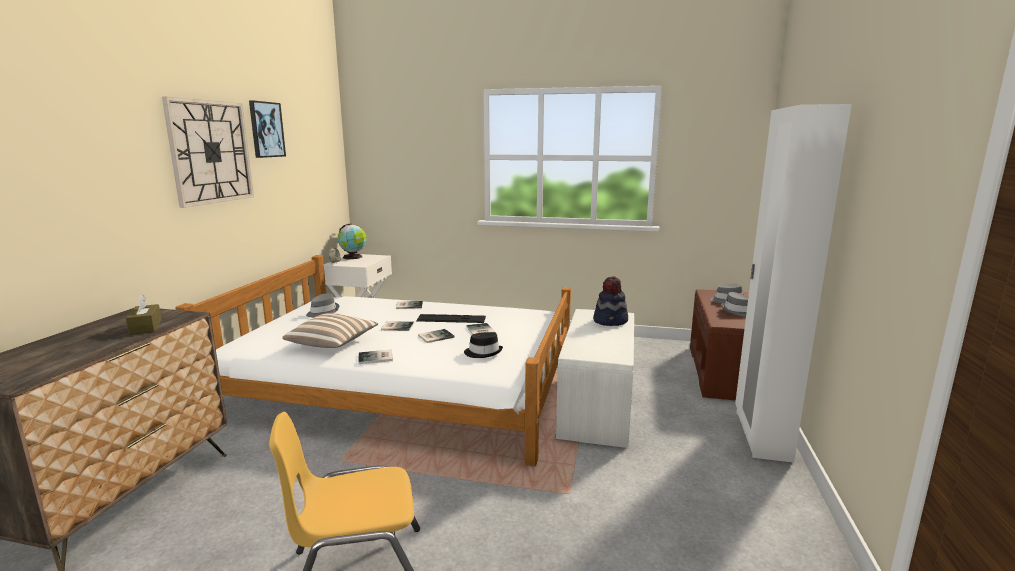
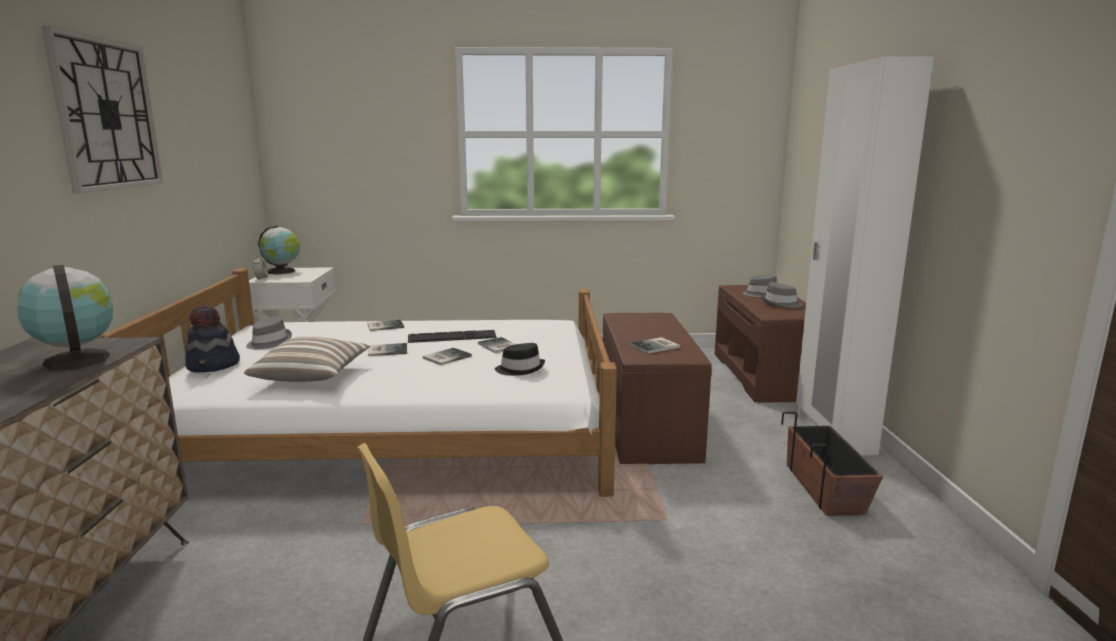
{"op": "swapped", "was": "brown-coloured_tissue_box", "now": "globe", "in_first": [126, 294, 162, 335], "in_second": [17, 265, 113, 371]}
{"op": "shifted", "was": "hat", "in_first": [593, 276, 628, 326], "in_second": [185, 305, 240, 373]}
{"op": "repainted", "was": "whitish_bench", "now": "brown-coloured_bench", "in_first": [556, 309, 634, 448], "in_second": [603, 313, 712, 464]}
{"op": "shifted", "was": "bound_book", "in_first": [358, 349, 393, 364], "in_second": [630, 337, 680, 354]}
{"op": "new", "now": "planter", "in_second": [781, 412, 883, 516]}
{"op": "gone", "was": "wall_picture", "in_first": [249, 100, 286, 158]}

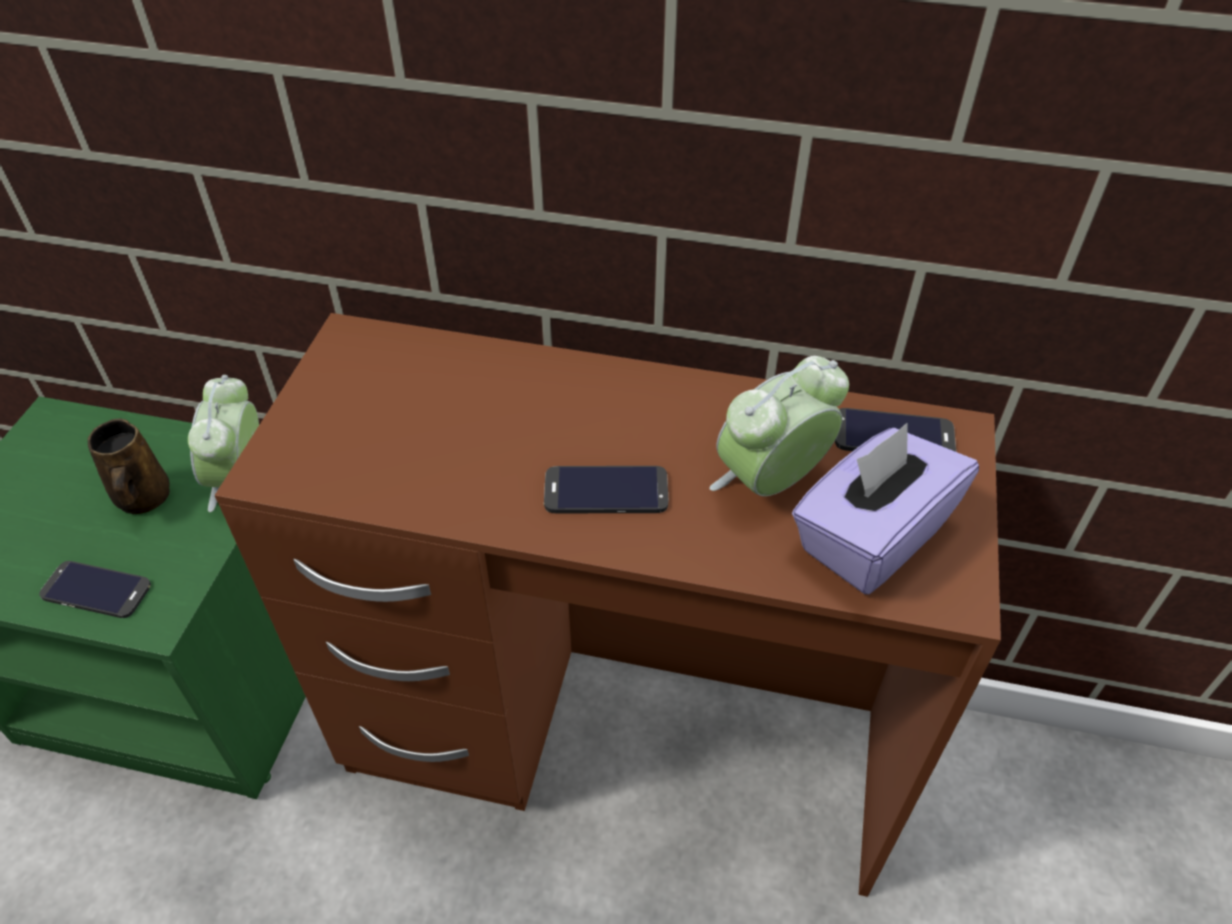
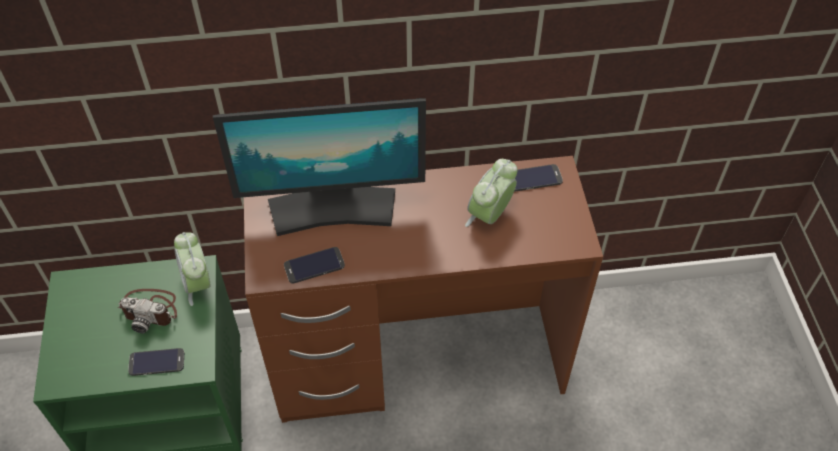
{"op": "swapped", "was": "brown-coloured_tea_mug", "now": "photo_camera", "in_first": [88, 419, 170, 514], "in_second": [118, 289, 177, 333]}
{"op": "new", "now": "monitor", "in_second": [213, 98, 426, 236]}
{"op": "shifted", "was": "handset", "in_first": [544, 466, 668, 513], "in_second": [284, 247, 345, 283]}
{"op": "gone", "was": "purple-coloured_tissue_box", "in_first": [792, 423, 979, 594]}

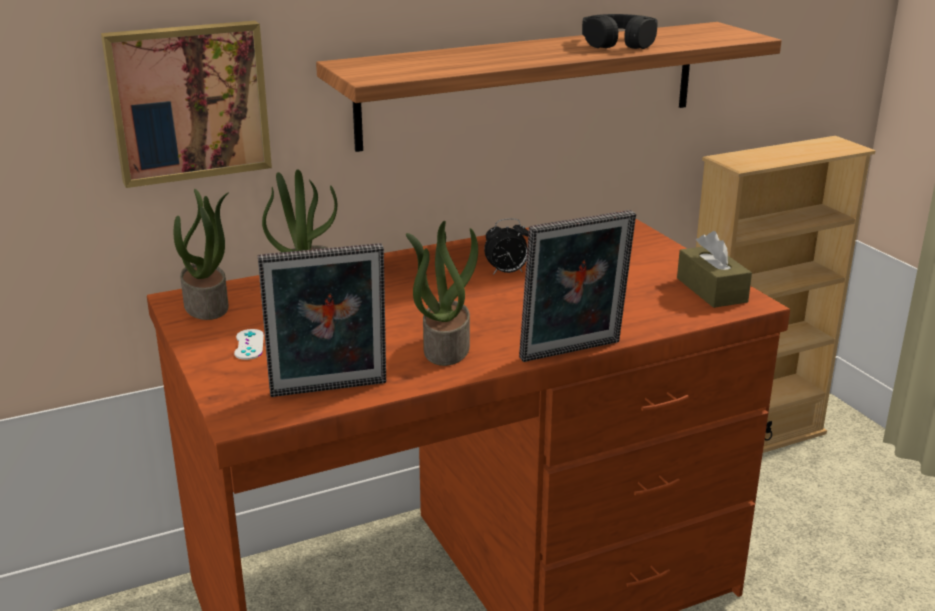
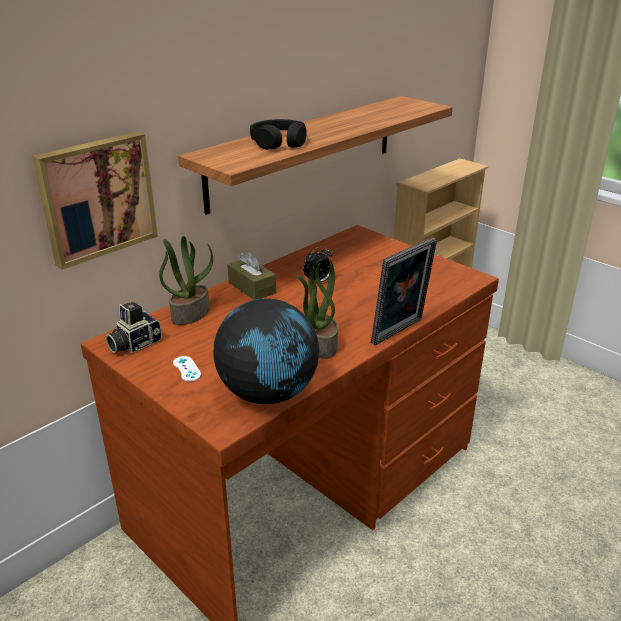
{"op": "swapped", "was": "houseplant", "now": "photo_camera", "in_first": [174, 189, 229, 320], "in_second": [105, 302, 162, 353]}
{"op": "swapped", "was": "picture_frame", "now": "globe", "in_first": [258, 243, 386, 397], "in_second": [213, 298, 319, 404]}
{"op": "shifted", "was": "brown-coloured_tissue_box", "in_first": [677, 231, 752, 308], "in_second": [227, 251, 276, 300]}
{"op": "shifted", "was": "black_pair_of_headphones", "in_first": [582, 14, 658, 49], "in_second": [250, 119, 307, 150]}

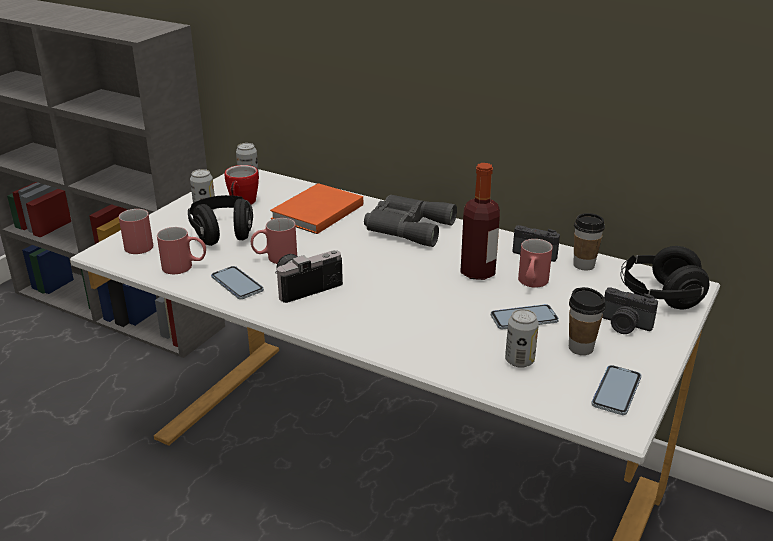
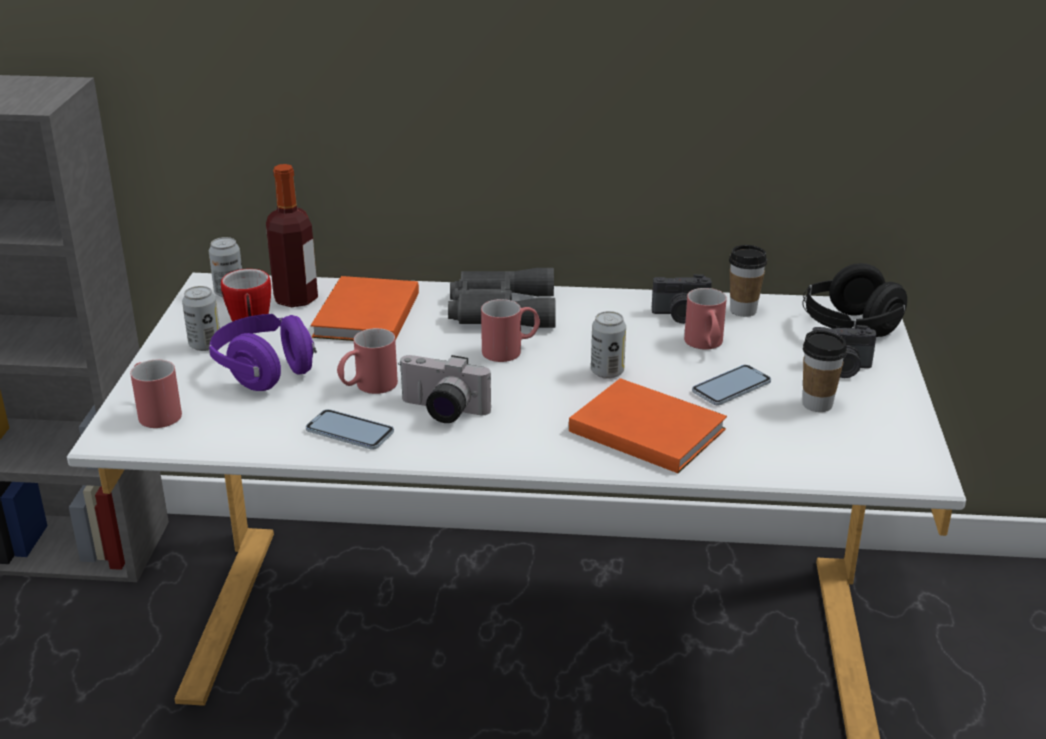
{"op": "repainted", "was": "black_pair_of_headphones", "now": "purple-coloured_pair_of_headphones", "in_first": [188, 195, 253, 246], "in_second": [209, 314, 317, 391]}
{"op": "shifted", "was": "drink_bottle", "in_first": [460, 163, 500, 280], "in_second": [266, 164, 318, 307]}
{"op": "rotated", "was": "photo_camera", "in_first": [276, 250, 343, 303], "in_second": [398, 355, 491, 423], "clockwise": -105}
{"op": "shifted", "was": "red-coloured_tea_mug", "in_first": [157, 227, 206, 274], "in_second": [481, 299, 540, 362]}
{"op": "new", "now": "orangey_bound_book", "in_second": [569, 378, 727, 473]}
{"op": "shifted", "was": "can", "in_first": [505, 309, 539, 368], "in_second": [591, 311, 626, 379]}
{"op": "gone", "was": "handset", "in_first": [591, 365, 642, 415]}

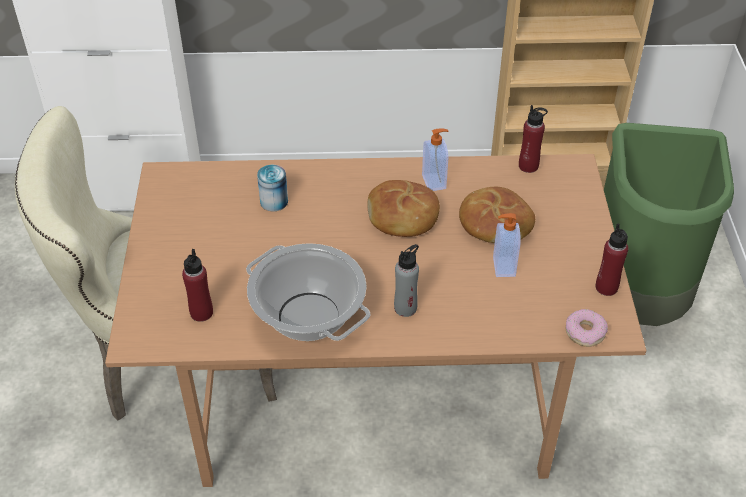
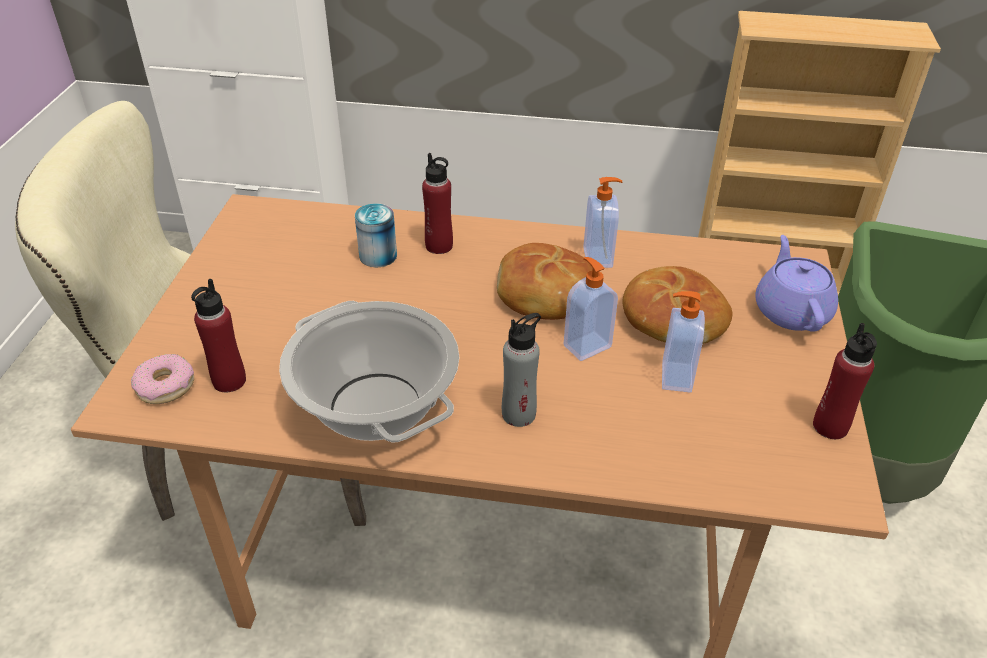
{"op": "shifted", "was": "doughnut", "in_first": [566, 309, 608, 347], "in_second": [131, 354, 194, 404]}
{"op": "shifted", "was": "red-coloured_drink_bottle", "in_first": [519, 105, 548, 173], "in_second": [422, 153, 453, 254]}
{"op": "new", "now": "soap_dispenser", "in_second": [564, 257, 618, 361]}
{"op": "new", "now": "purple-coloured_pot_for_tea", "in_second": [755, 235, 838, 332]}

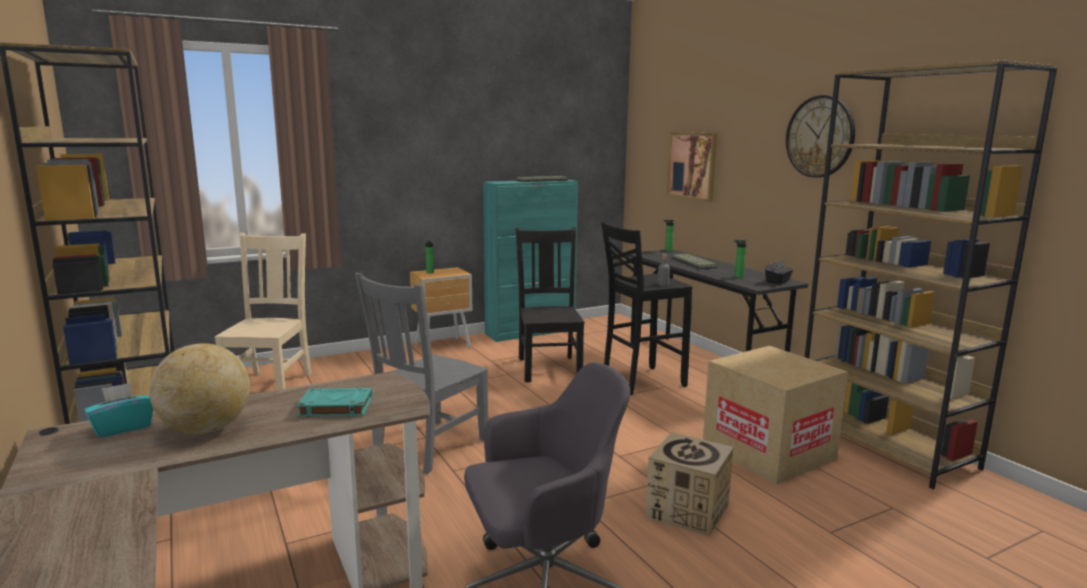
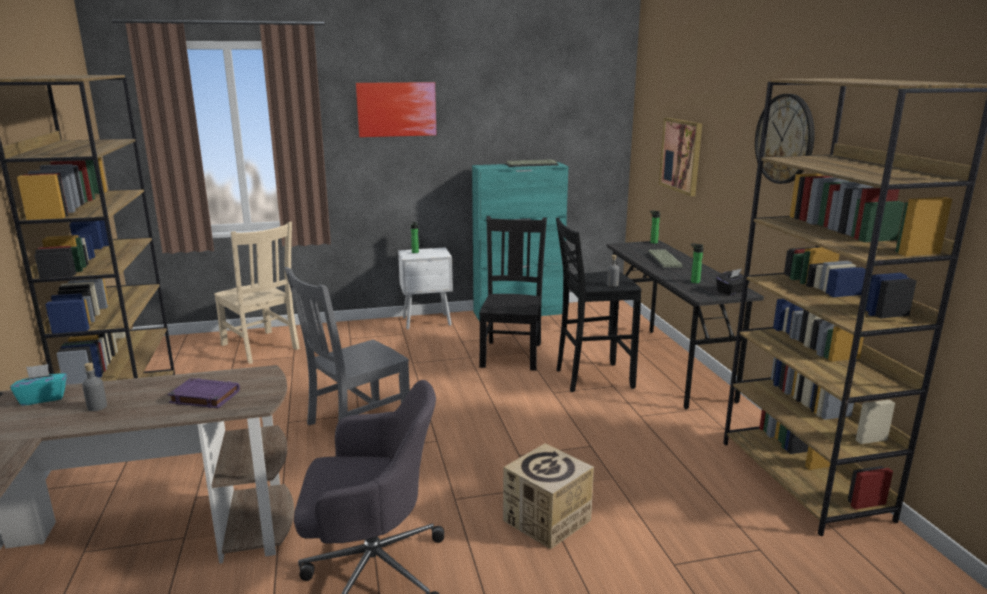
{"op": "swapped", "was": "globe", "now": "greyish_drink_bottle", "in_first": [149, 343, 250, 434], "in_second": [82, 363, 107, 411]}
{"op": "repainted", "was": "turquoise-coloured_bound_book", "now": "purple-coloured_bound_book", "in_first": [296, 387, 372, 417], "in_second": [168, 378, 240, 408]}
{"op": "rotated", "was": "beige-coloured_upright_chair", "in_first": [214, 233, 312, 390], "in_second": [214, 222, 300, 364], "clockwise": 120}
{"op": "new", "now": "wall_picture", "in_second": [356, 82, 436, 137]}
{"op": "repainted", "was": "brown-coloured_nightstand", "now": "whitish_nightstand", "in_first": [410, 267, 472, 348], "in_second": [398, 247, 453, 329]}
{"op": "gone", "was": "cardboard_box", "in_first": [703, 346, 848, 485]}

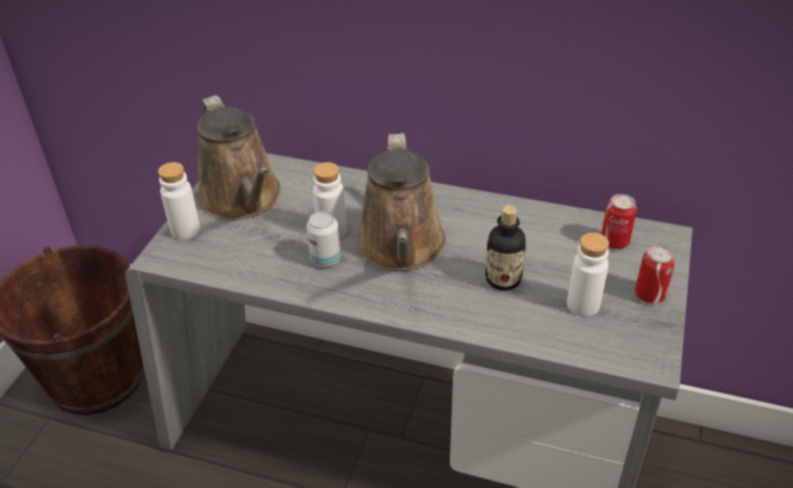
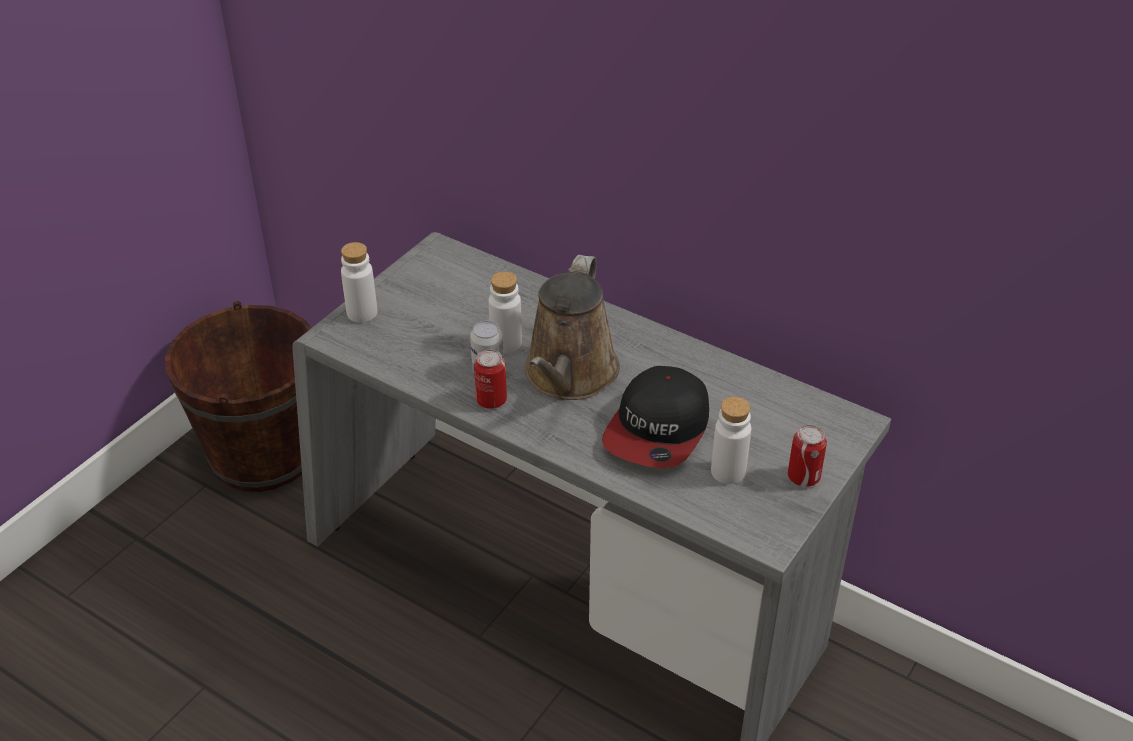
{"op": "shifted", "was": "can", "in_first": [601, 194, 637, 249], "in_second": [474, 350, 507, 409]}
{"op": "swapped", "was": "drink_bottle", "now": "cap", "in_first": [485, 205, 526, 291], "in_second": [602, 366, 709, 469]}
{"op": "gone", "was": "brown-coloured_sprinkling_can", "in_first": [197, 95, 280, 220]}

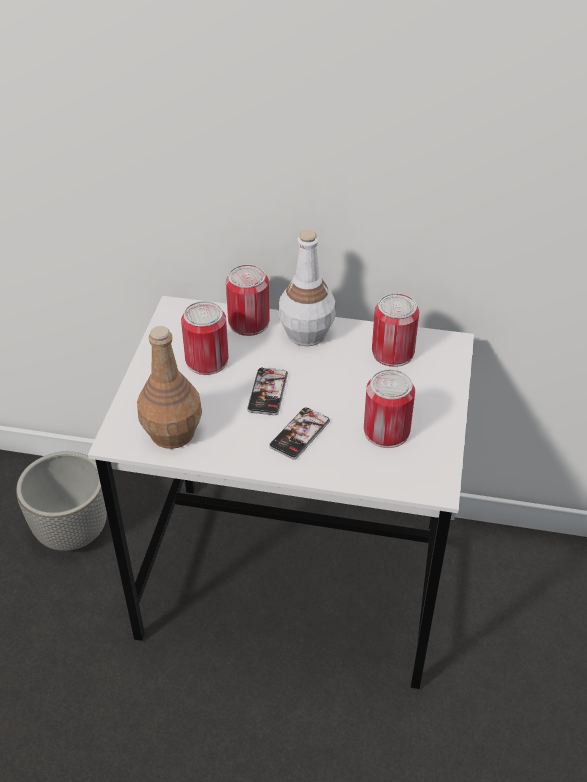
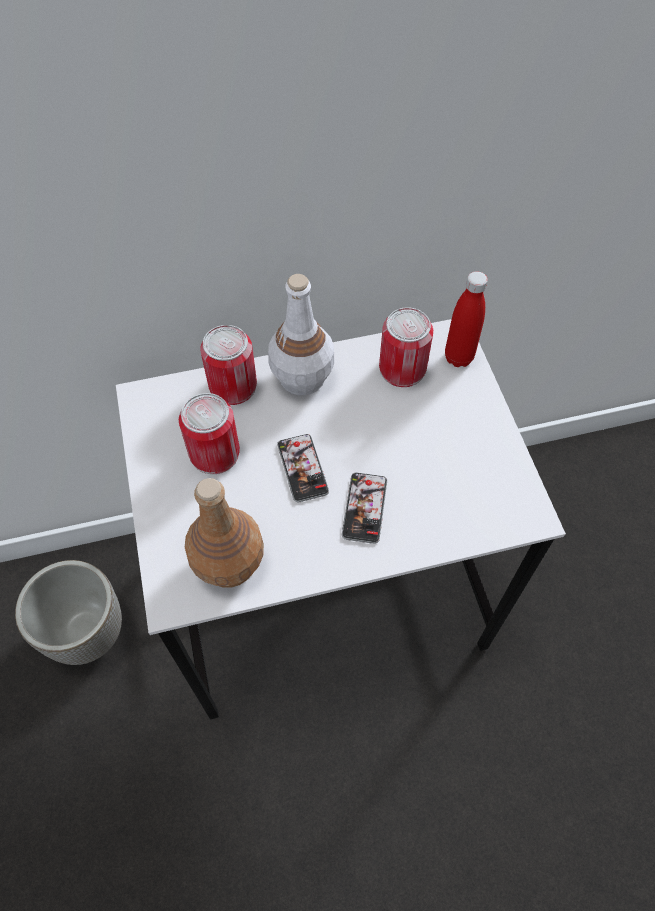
{"op": "new", "now": "red-coloured_drink_bottle", "in_second": [445, 271, 488, 367]}
{"op": "gone", "was": "can", "in_first": [364, 369, 415, 448]}

